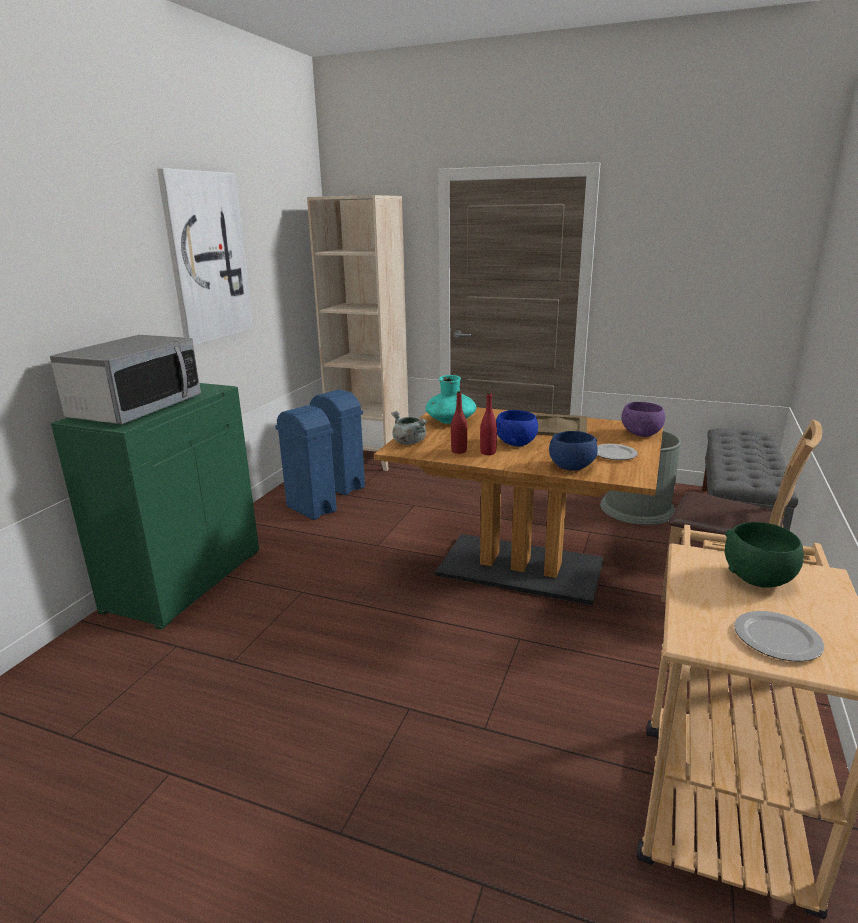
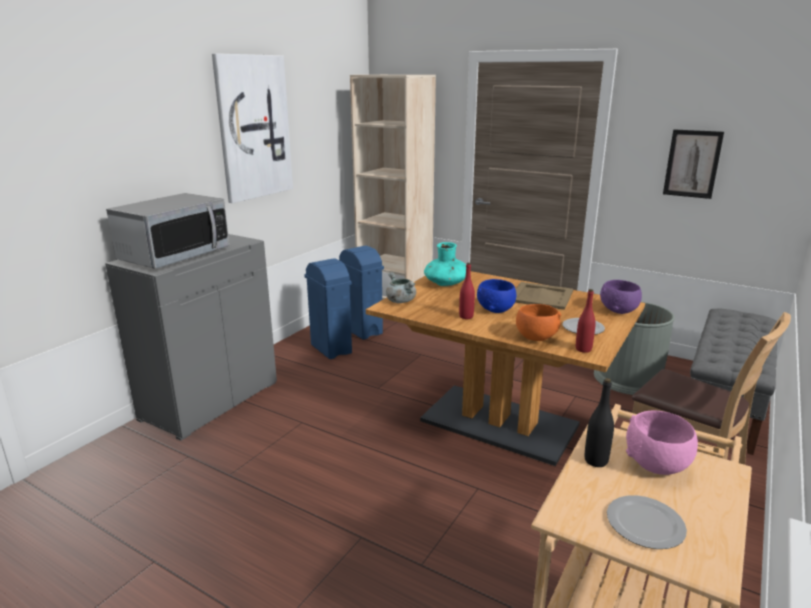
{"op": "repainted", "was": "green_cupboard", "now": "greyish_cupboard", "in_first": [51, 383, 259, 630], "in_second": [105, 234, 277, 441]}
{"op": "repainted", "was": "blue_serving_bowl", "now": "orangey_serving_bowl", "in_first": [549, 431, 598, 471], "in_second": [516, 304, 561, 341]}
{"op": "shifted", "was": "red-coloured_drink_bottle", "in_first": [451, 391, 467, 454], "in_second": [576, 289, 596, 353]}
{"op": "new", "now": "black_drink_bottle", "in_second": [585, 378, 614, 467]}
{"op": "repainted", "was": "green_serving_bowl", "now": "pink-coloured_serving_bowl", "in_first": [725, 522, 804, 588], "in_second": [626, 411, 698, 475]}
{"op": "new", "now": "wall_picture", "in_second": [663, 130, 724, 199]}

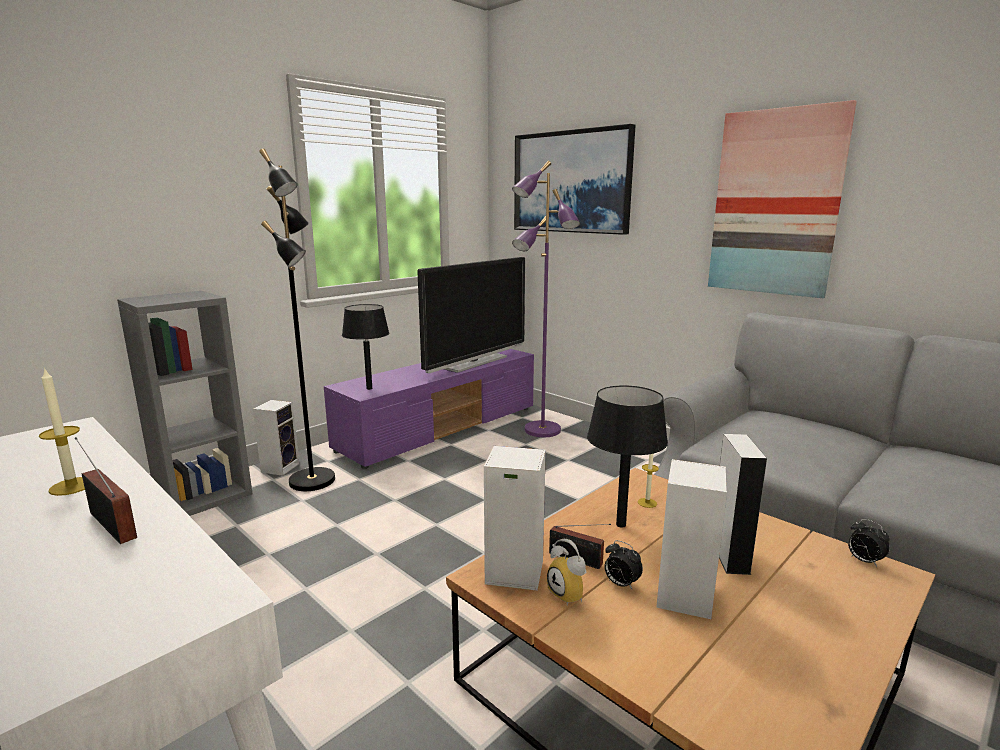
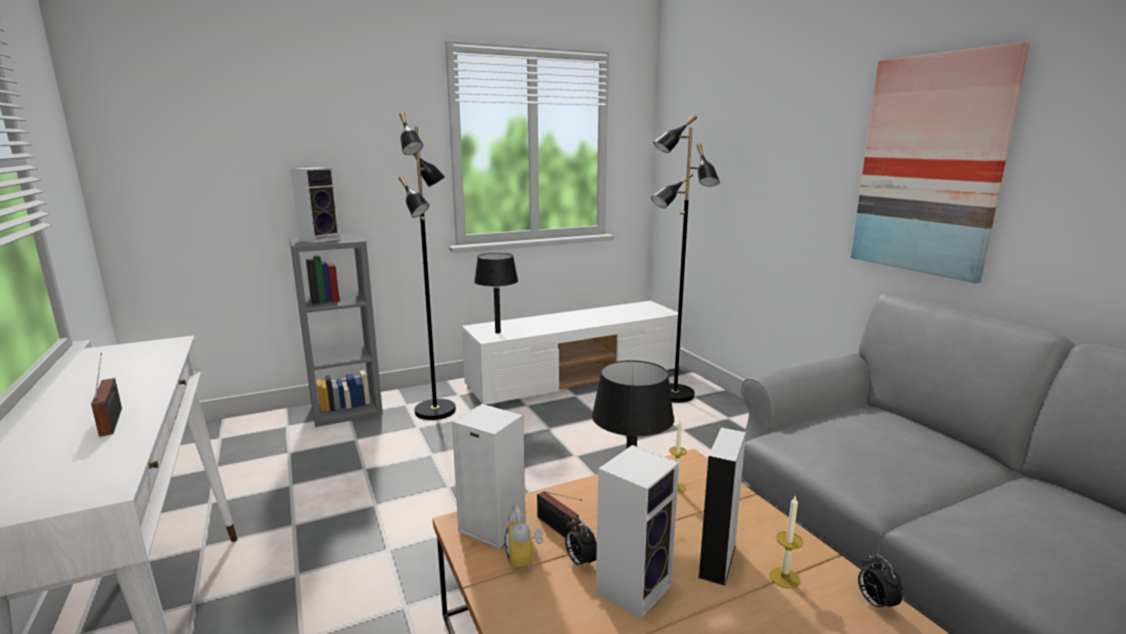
{"op": "shifted", "was": "speaker", "in_first": [253, 400, 299, 476], "in_second": [290, 167, 340, 243]}
{"op": "repainted", "was": "purple-coloured_tv_stand", "now": "whitish_tv_stand", "in_first": [324, 349, 534, 469], "in_second": [462, 301, 682, 406]}
{"op": "repainted", "was": "purple-coloured_standard_lamp", "now": "black_standard_lamp", "in_first": [512, 161, 580, 437], "in_second": [651, 114, 720, 403]}
{"op": "shifted", "was": "wax_candle", "in_first": [39, 367, 85, 496], "in_second": [769, 495, 803, 589]}
{"op": "gone", "was": "TV", "in_first": [417, 257, 525, 373]}
{"op": "gone", "was": "wall_picture", "in_first": [514, 124, 636, 235]}

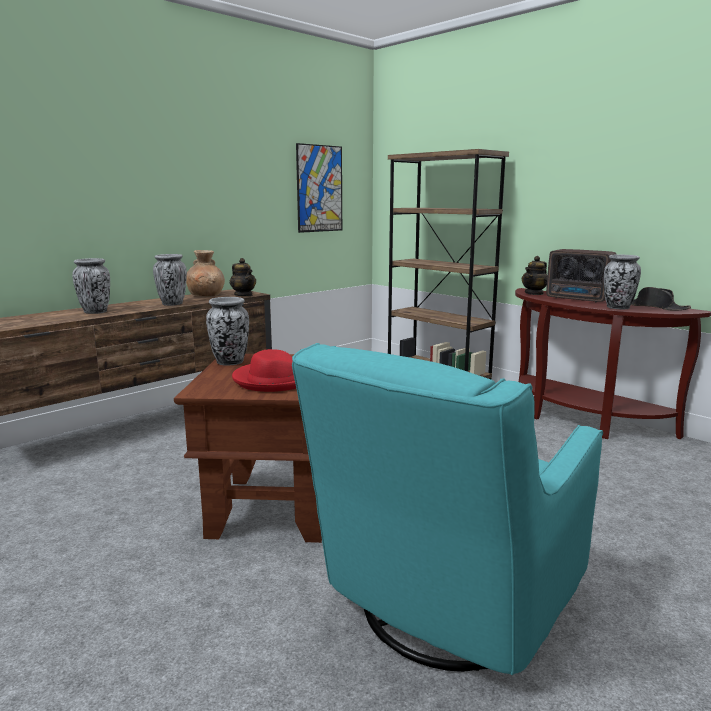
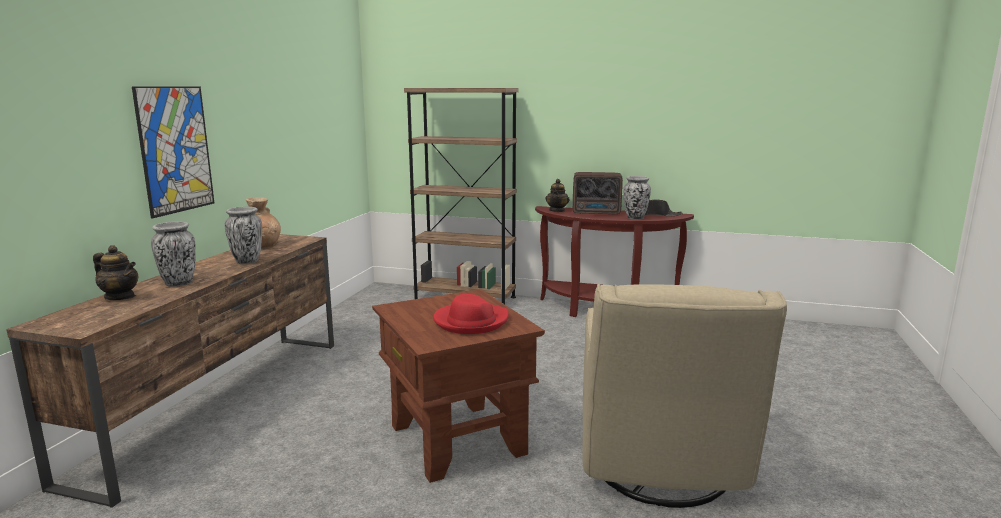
{"op": "shifted", "was": "pot_for_tea", "in_first": [230, 258, 256, 296], "in_second": [93, 245, 138, 300]}
{"op": "shifted", "was": "wall_picture", "in_first": [296, 143, 342, 233], "in_second": [132, 86, 214, 218]}
{"op": "repainted", "was": "turquoise-coloured_armchair", "now": "beige-coloured_armchair", "in_first": [292, 343, 603, 675], "in_second": [583, 284, 787, 508]}
{"op": "gone", "was": "vase", "in_first": [206, 297, 249, 366]}

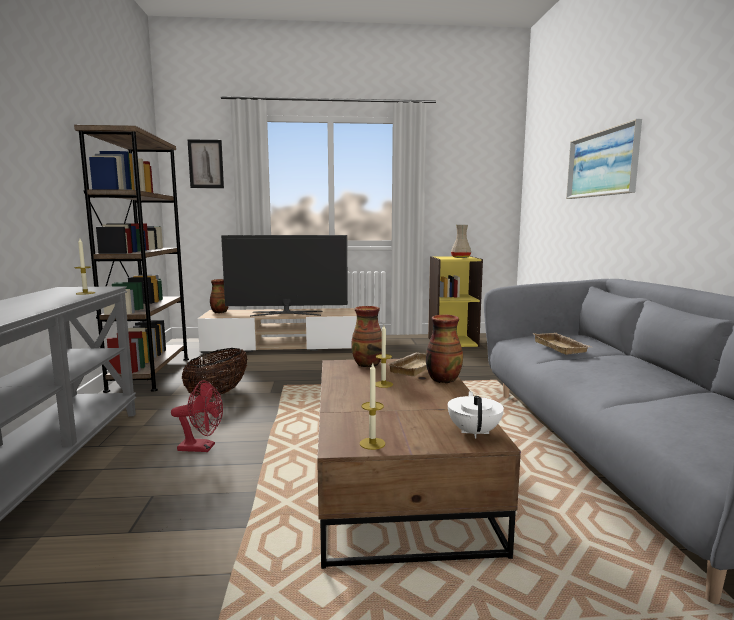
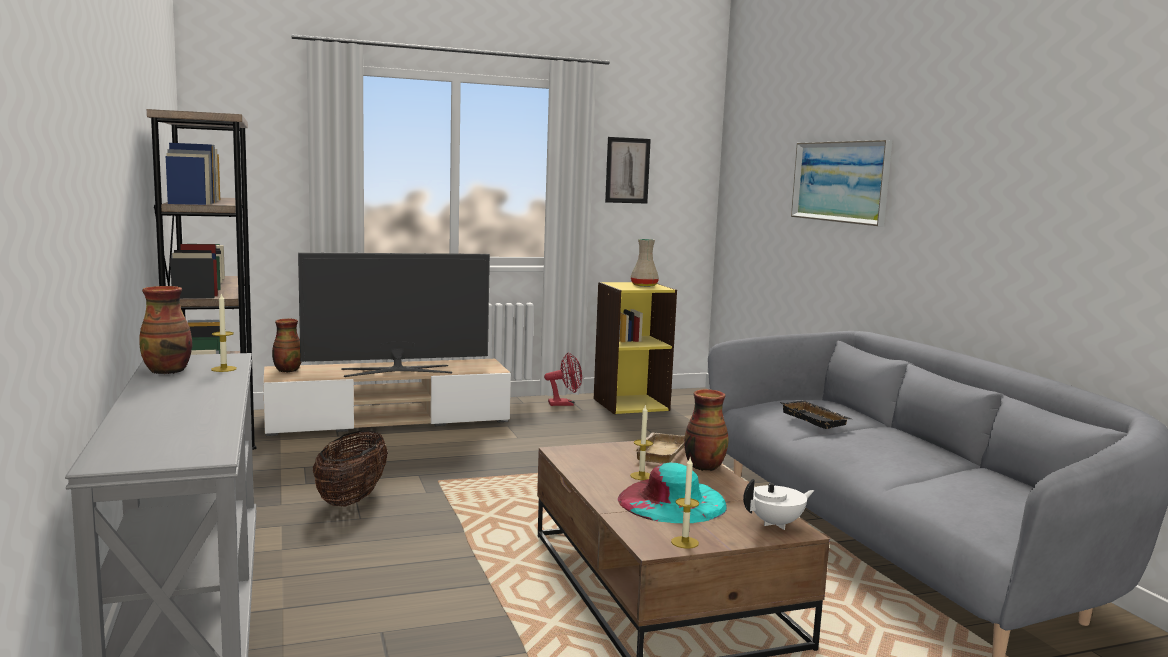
{"op": "shifted", "was": "vase", "in_first": [351, 306, 382, 367], "in_second": [140, 286, 192, 374]}
{"op": "shifted", "was": "red-coloured_fan", "in_first": [171, 380, 223, 452], "in_second": [544, 352, 582, 406]}
{"op": "shifted", "was": "wall_picture", "in_first": [187, 139, 224, 188], "in_second": [605, 137, 651, 204]}
{"op": "new", "now": "turquoise-coloured_hat", "in_second": [617, 463, 727, 523]}
{"op": "rotated", "was": "whitish_pot_for_tea", "in_first": [448, 391, 504, 439], "in_second": [743, 479, 814, 530], "clockwise": 75}
{"op": "repainted", "was": "beige-coloured_carrying_tray", "now": "black_carrying_tray", "in_first": [532, 333, 591, 355], "in_second": [780, 400, 851, 429]}

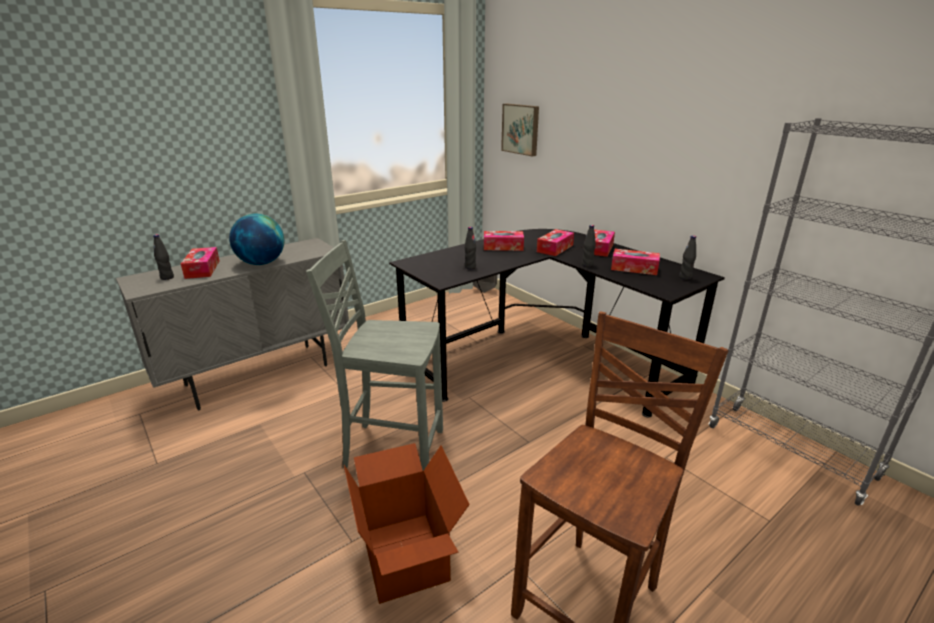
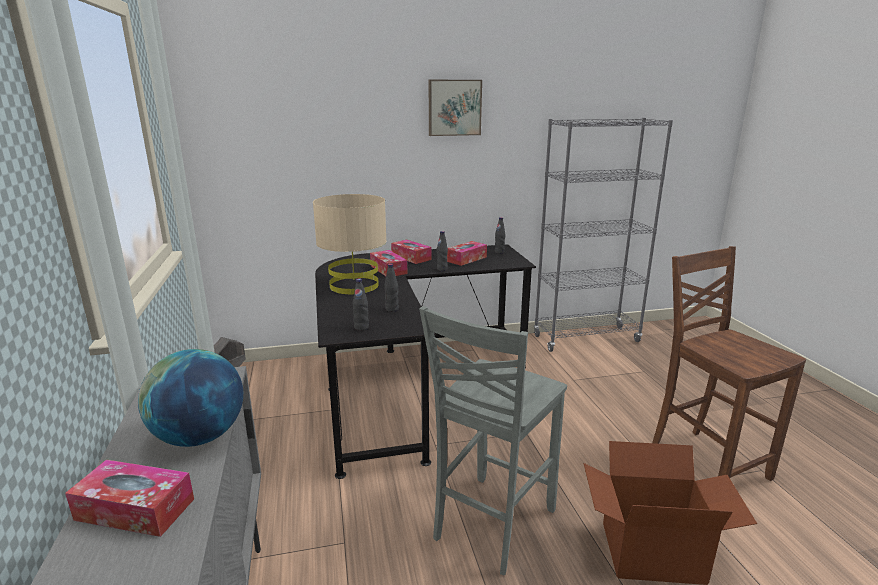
{"op": "swapped", "was": "tissue_box", "now": "beige-coloured_tabletop_lamp", "in_first": [484, 231, 524, 251], "in_second": [313, 194, 387, 294]}
{"op": "shifted", "was": "black_drink_bottle", "in_first": [153, 234, 174, 280], "in_second": [353, 278, 369, 331]}
{"op": "shifted", "was": "wall_picture", "in_first": [501, 104, 539, 156], "in_second": [429, 80, 482, 136]}

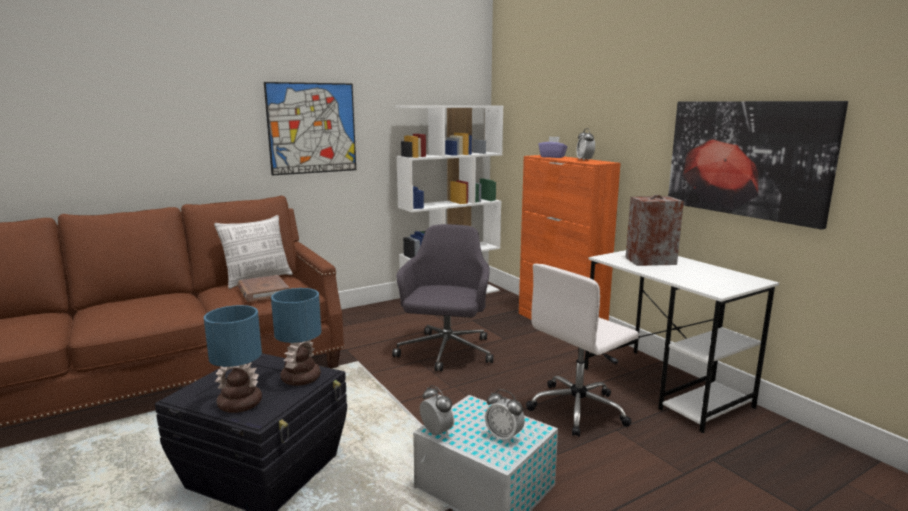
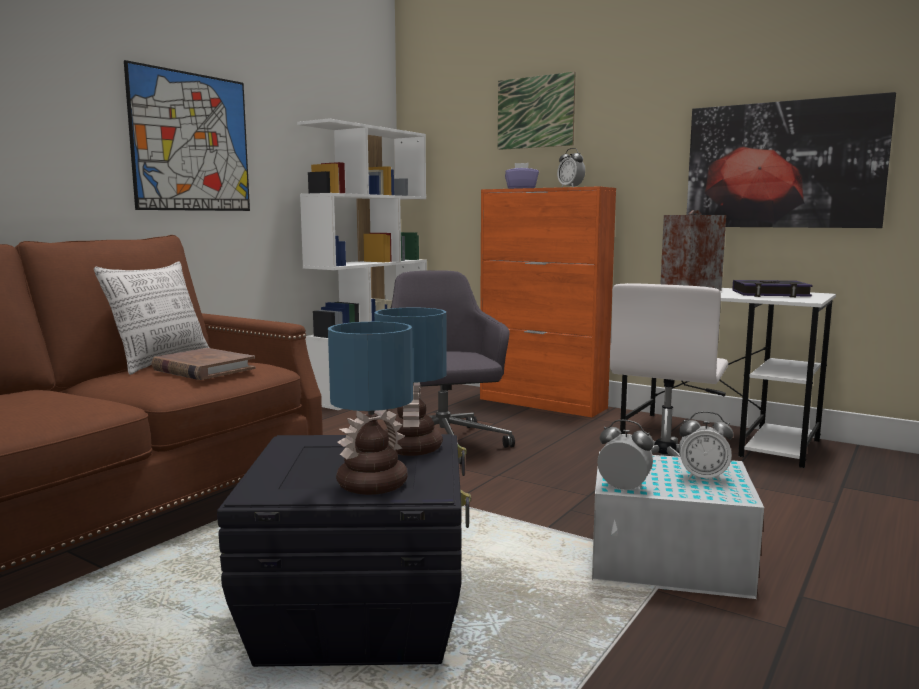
{"op": "new", "now": "wall_picture", "in_second": [498, 72, 575, 150]}
{"op": "new", "now": "bound_book", "in_second": [732, 280, 813, 297]}

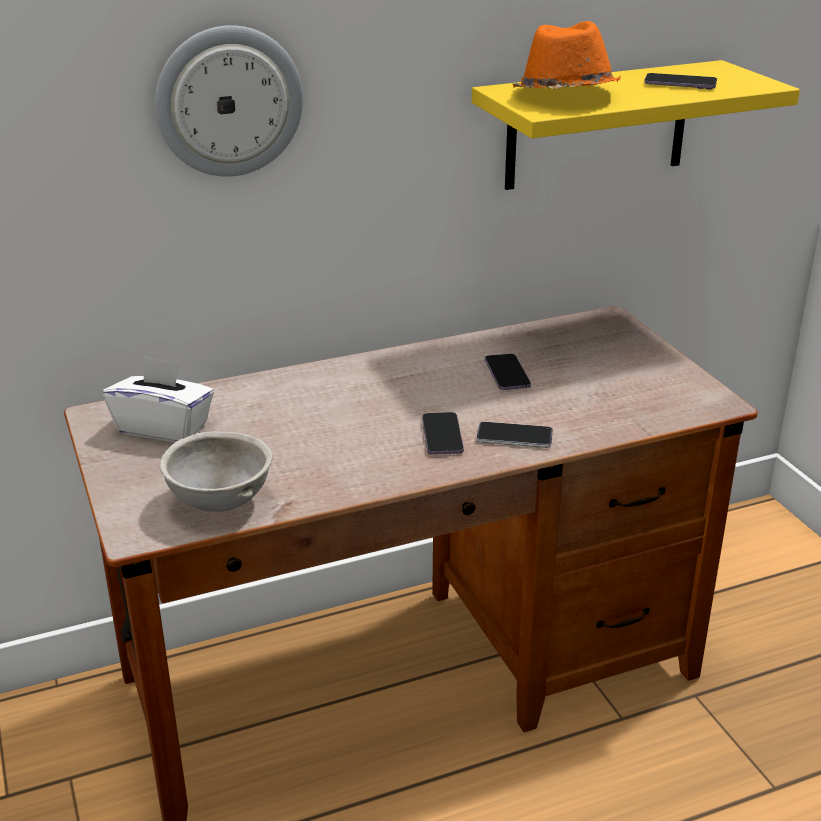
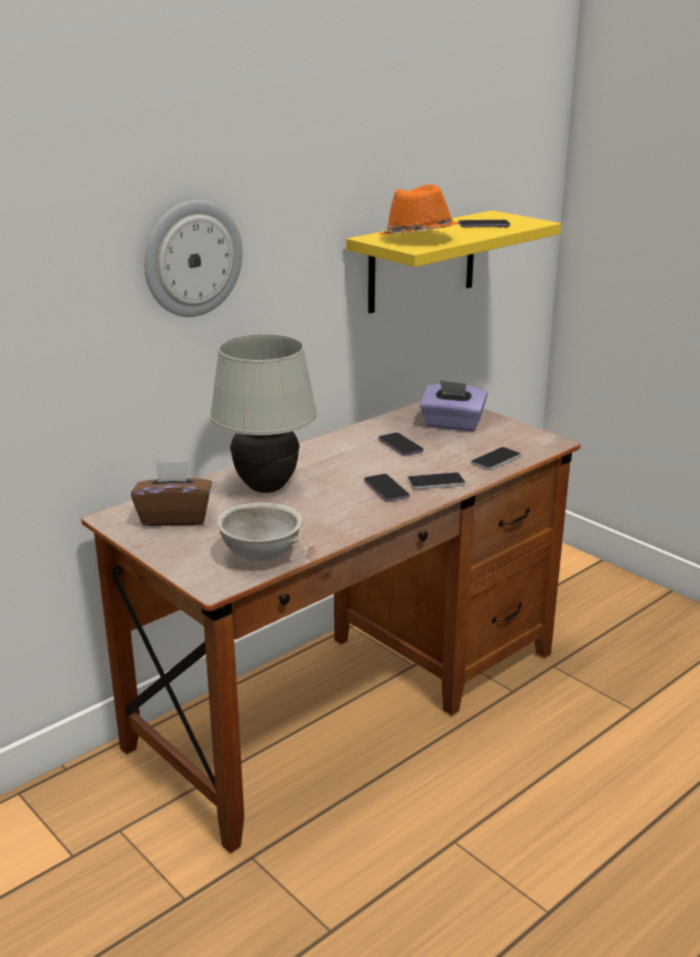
{"op": "repainted", "was": "whitish_tissue_box", "now": "brown-coloured_tissue_box", "in_first": [103, 356, 214, 443], "in_second": [131, 461, 212, 526]}
{"op": "new", "now": "whitish_tabletop_lamp", "in_second": [210, 334, 317, 493]}
{"op": "new", "now": "purple-coloured_tissue_box", "in_second": [420, 380, 488, 431]}
{"op": "new", "now": "handset", "in_second": [471, 447, 521, 470]}

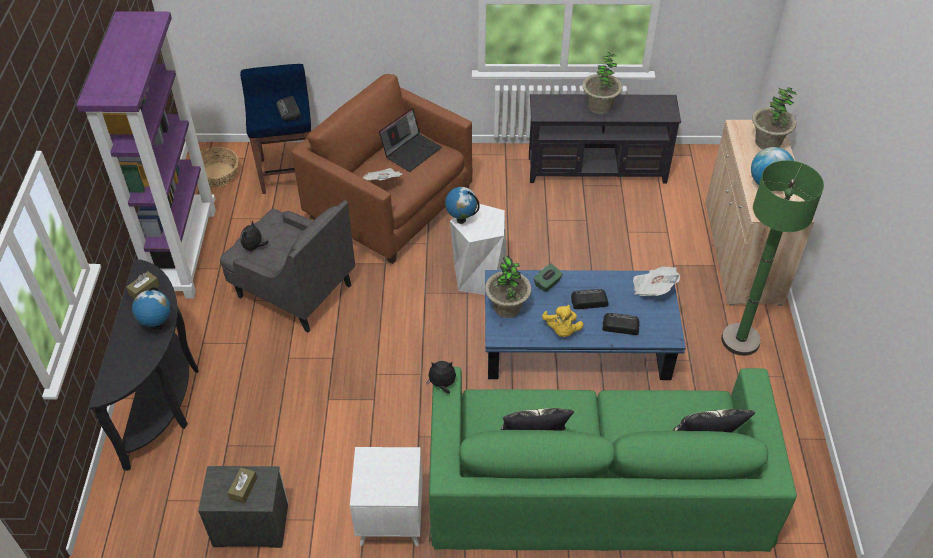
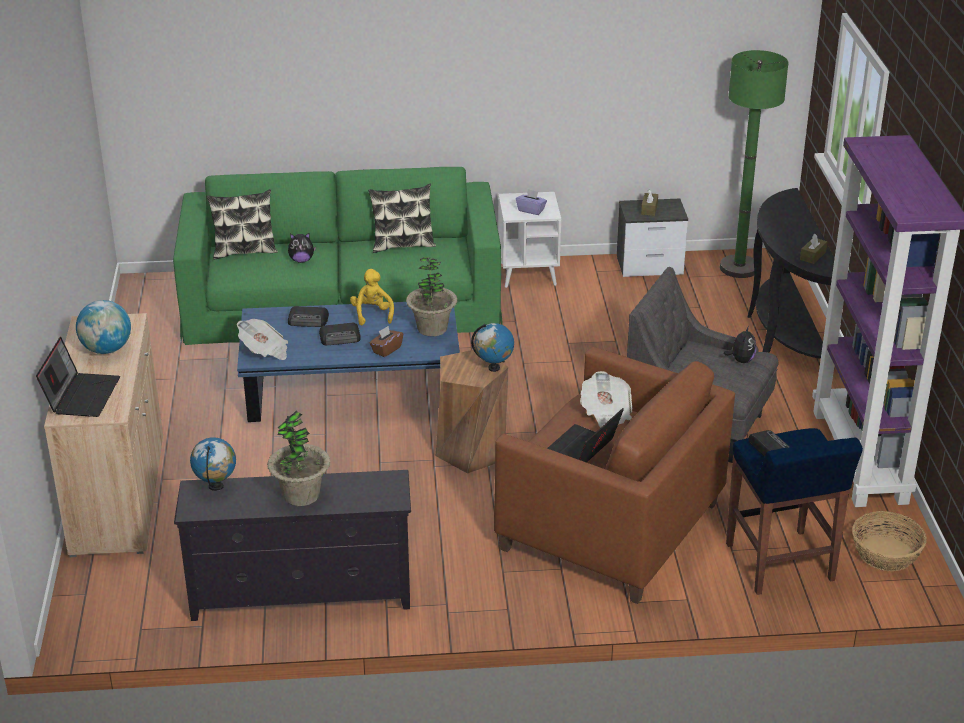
{"op": "swapped", "was": "houseplant", "now": "notebook_computer", "in_first": [752, 87, 797, 149], "in_second": [36, 337, 120, 417]}
{"op": "shifted", "was": "globe", "in_first": [132, 287, 171, 330], "in_second": [190, 437, 236, 491]}
{"op": "shifted", "was": "soft_toy", "in_first": [426, 361, 456, 394], "in_second": [288, 233, 316, 263]}
{"op": "repainted", "was": "green_tissue_box", "now": "brown-coloured_tissue_box", "in_first": [534, 264, 563, 292], "in_second": [370, 326, 403, 357]}
{"op": "repainted", "was": "whitish_stool", "now": "brown-coloured_stool", "in_first": [450, 204, 507, 295], "in_second": [436, 350, 508, 473]}
{"op": "new", "now": "purple-coloured_tissue_box", "in_second": [516, 189, 547, 215]}
{"op": "shifted", "was": "green_standard_lamp", "in_first": [721, 160, 824, 356], "in_second": [720, 50, 788, 278]}

